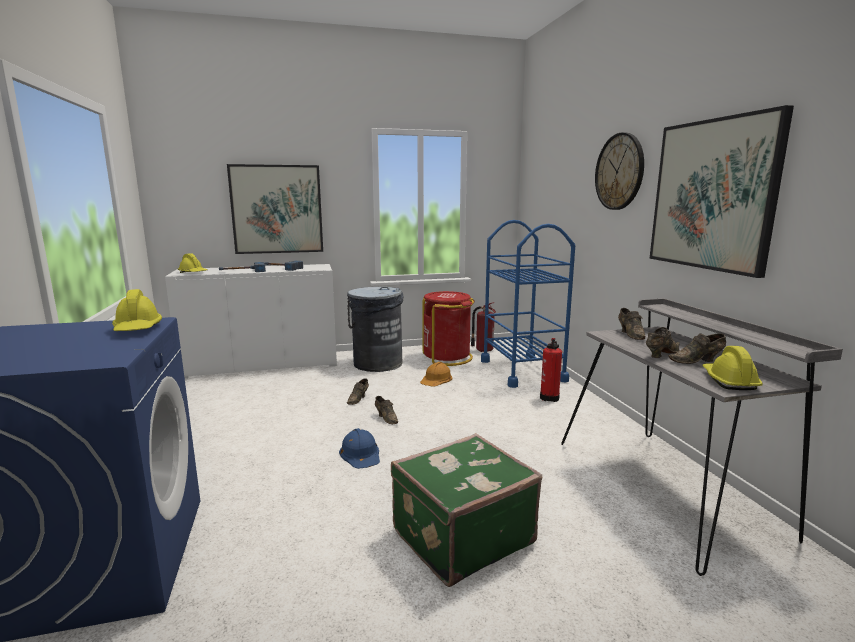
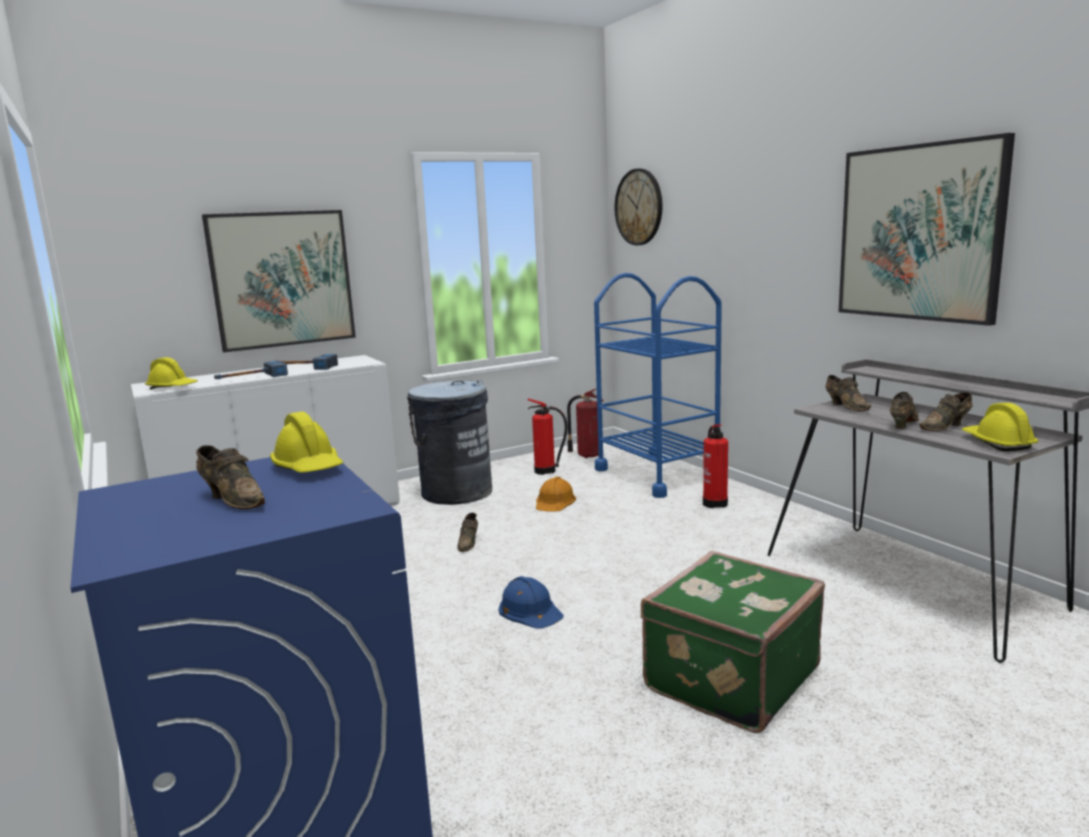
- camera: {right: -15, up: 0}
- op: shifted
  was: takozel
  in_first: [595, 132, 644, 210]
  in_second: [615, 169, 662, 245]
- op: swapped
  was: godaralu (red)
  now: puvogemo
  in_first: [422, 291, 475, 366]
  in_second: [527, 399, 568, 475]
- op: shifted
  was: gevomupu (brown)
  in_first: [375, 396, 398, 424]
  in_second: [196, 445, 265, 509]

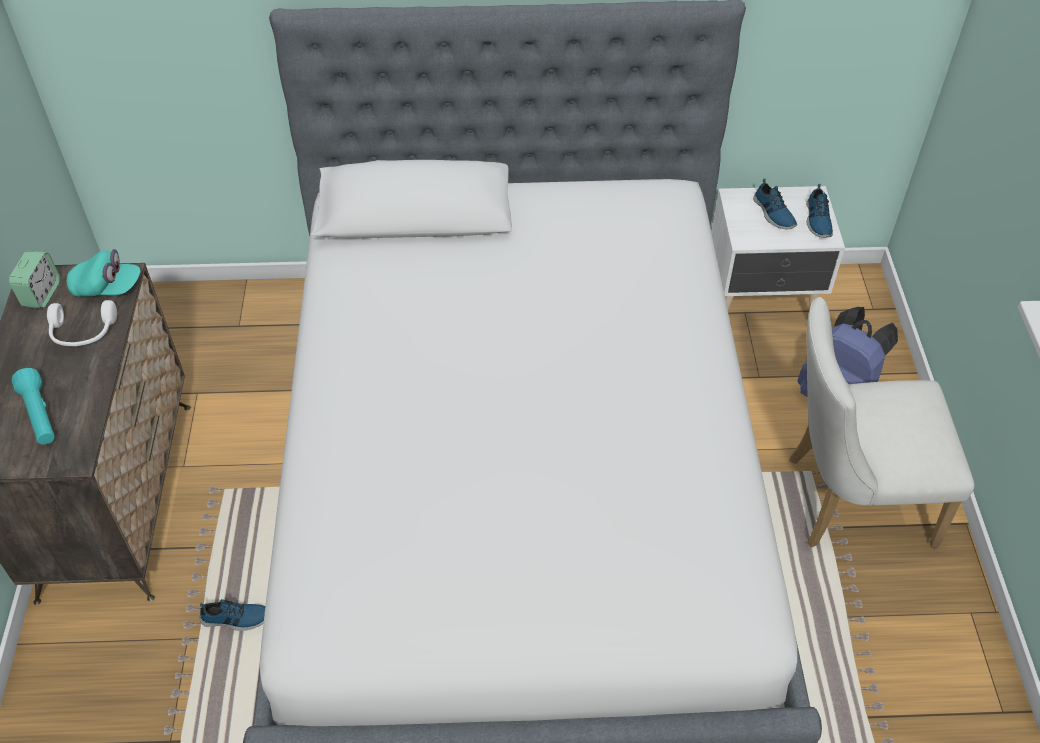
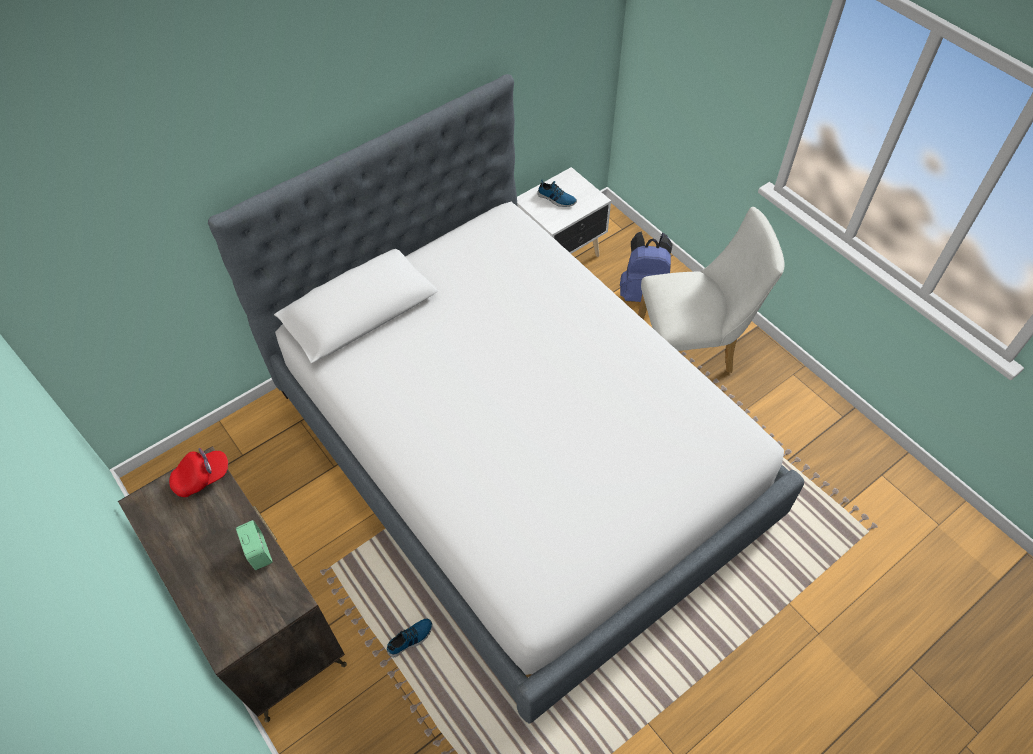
- camera: {right: -35, up: 5}
- op: gone
  was: gevomupu
  in_first: [806, 184, 833, 238]
- op: repainted
  was: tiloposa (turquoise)
  now: tiloposa (red)
  in_first: [67, 249, 140, 297]
  in_second: [169, 448, 228, 497]
- op: shifted
  was: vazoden
  in_first: [9, 251, 60, 308]
  in_second: [236, 520, 273, 570]
- op: rotated
  was: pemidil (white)
  in_first: [789, 297, 975, 548]
  in_second: [638, 207, 784, 373]
  clockwise: -150
- op: gone
  was: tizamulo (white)
  in_first: [47, 300, 117, 347]
- op: gone
  was: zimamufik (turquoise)
  in_first: [11, 368, 55, 445]

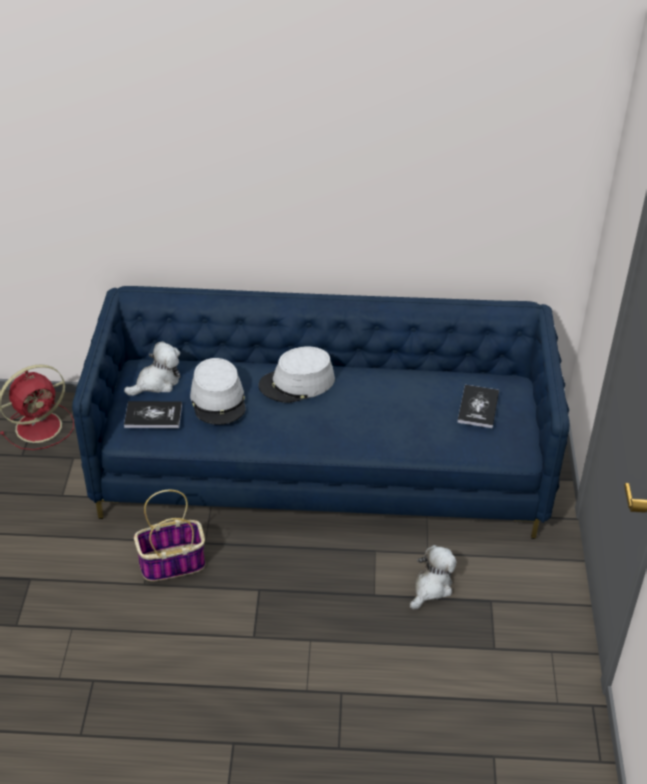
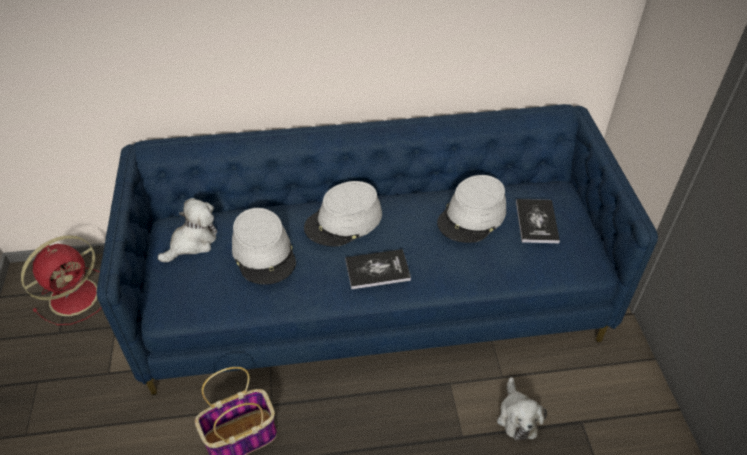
- camera: {right: -10, up: 5}
- op: shifted
  was: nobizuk
  in_first: [124, 401, 182, 428]
  in_second: [345, 249, 411, 289]
- op: rotated
  was: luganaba
  in_first: [410, 545, 457, 609]
  in_second: [497, 377, 547, 441]
  clockwise: 150
- op: new
  now: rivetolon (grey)
  in_second: [437, 175, 506, 243]

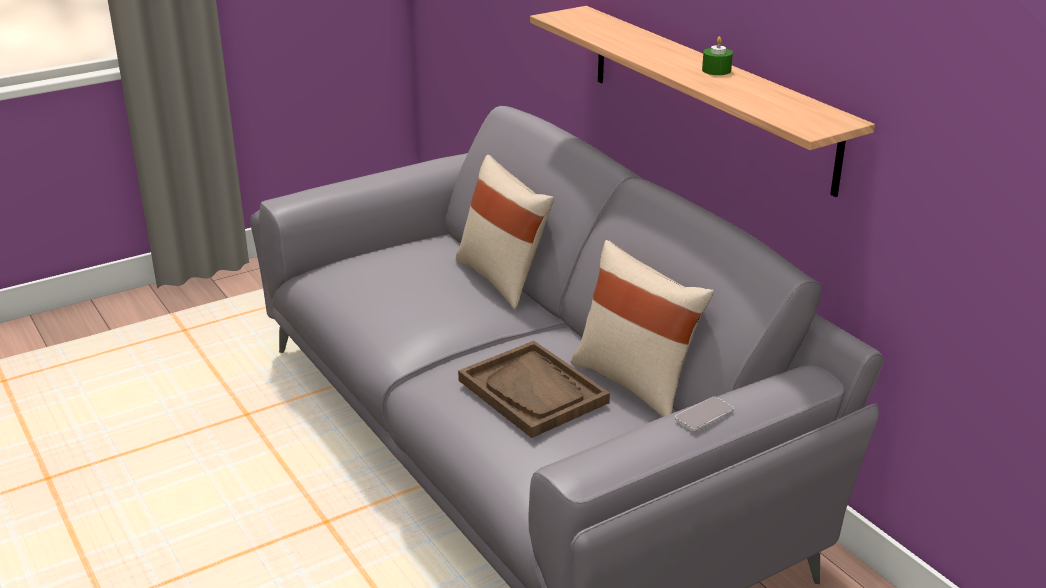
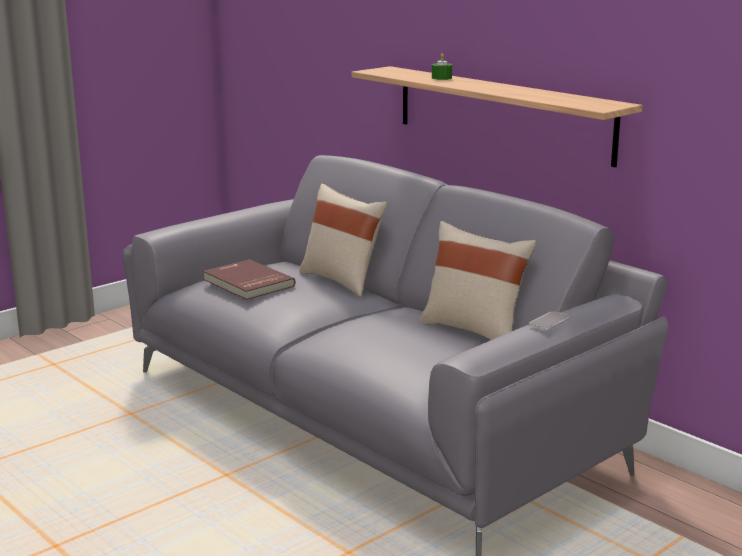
- camera: {right: -10, up: -10}
- op: shifted
  was: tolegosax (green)
  in_first: [702, 37, 733, 75]
  in_second: [432, 53, 452, 80]
- op: gone
  was: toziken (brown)
  in_first: [458, 341, 610, 438]
- op: new
  now: nobizuk (red)
  in_second: [203, 260, 295, 300]

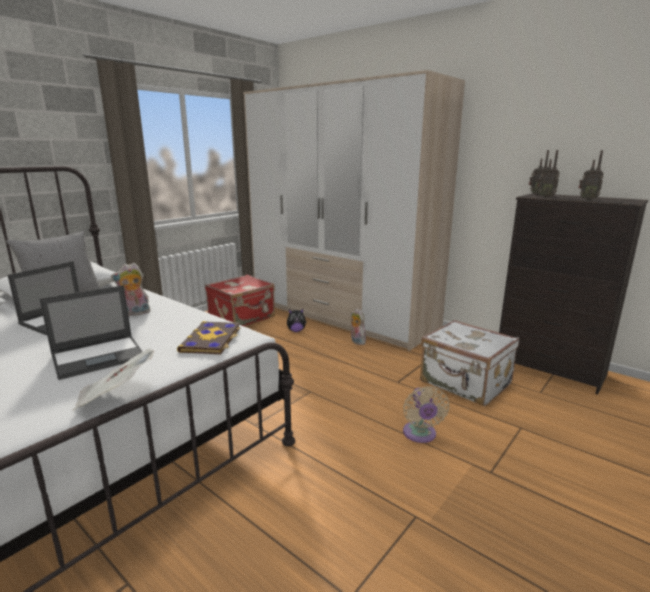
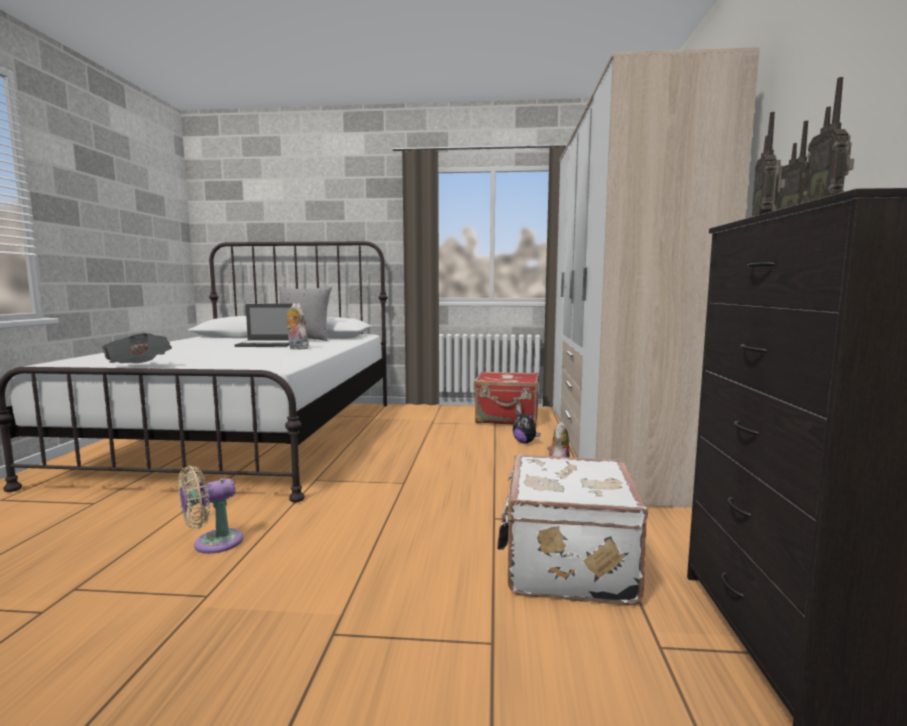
- camera: {right: 55, up: -10}
- op: gone
  was: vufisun
  in_first: [39, 285, 143, 380]
- op: gone
  was: nobizuk
  in_first: [177, 321, 240, 354]
- op: shifted
  was: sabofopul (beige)
  in_first: [403, 386, 449, 443]
  in_second: [178, 466, 243, 554]

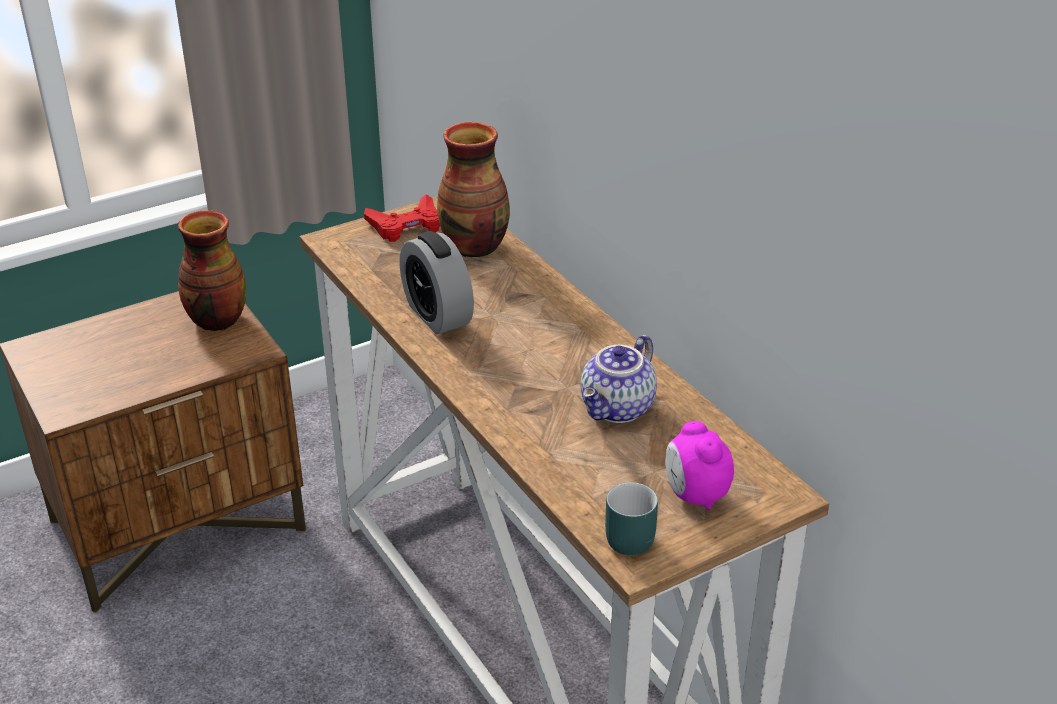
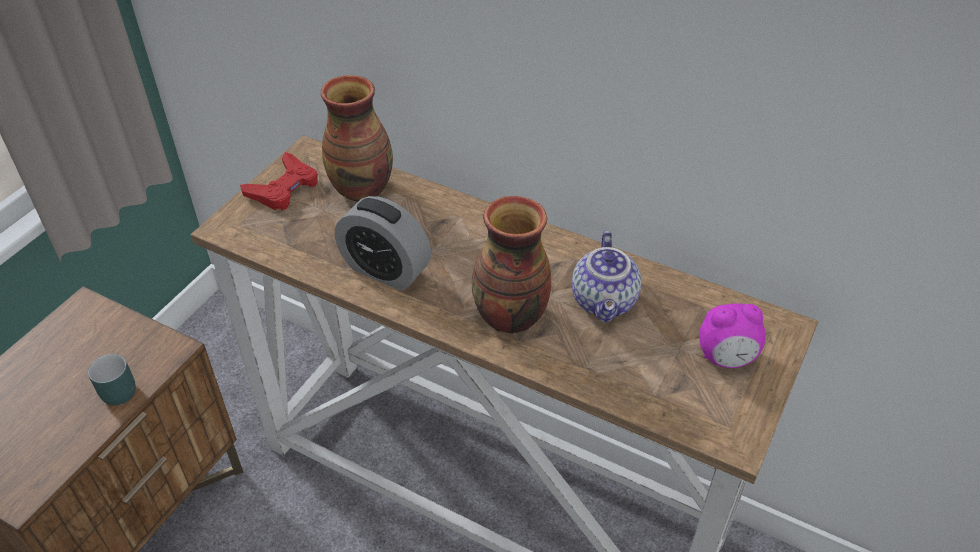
- camera: {right: -30, up: 10}
- op: shifted
  was: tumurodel
  in_first: [178, 210, 246, 331]
  in_second: [472, 196, 551, 334]
- op: rotated
  was: vazoden
  in_first: [665, 421, 734, 511]
  in_second: [699, 303, 766, 368]
  clockwise: -45
- op: shifted
  was: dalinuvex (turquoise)
  in_first: [605, 482, 658, 555]
  in_second: [88, 354, 136, 405]

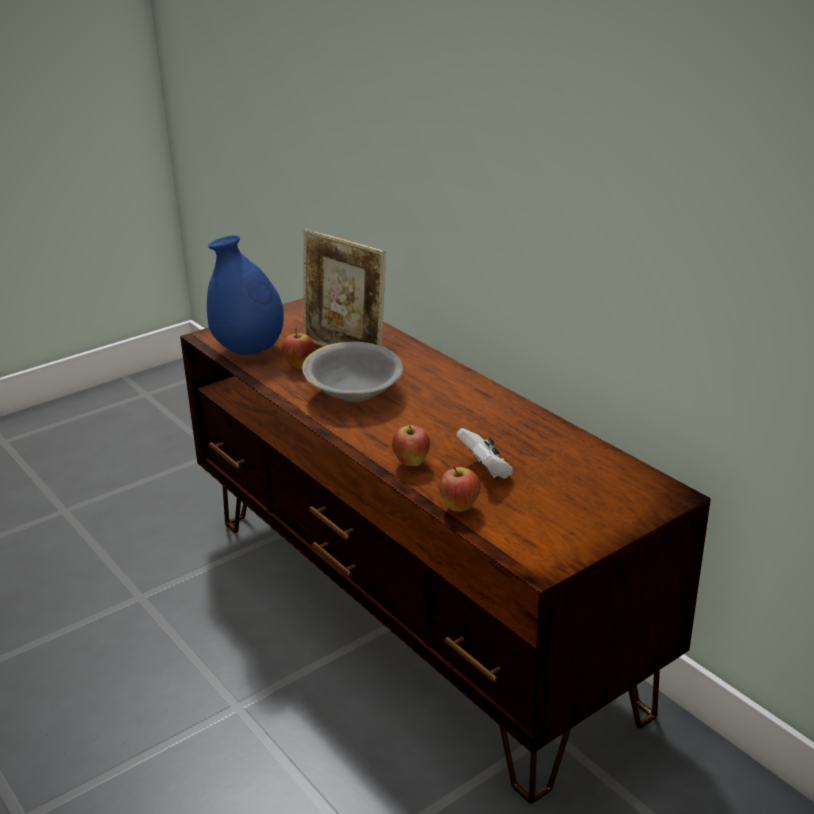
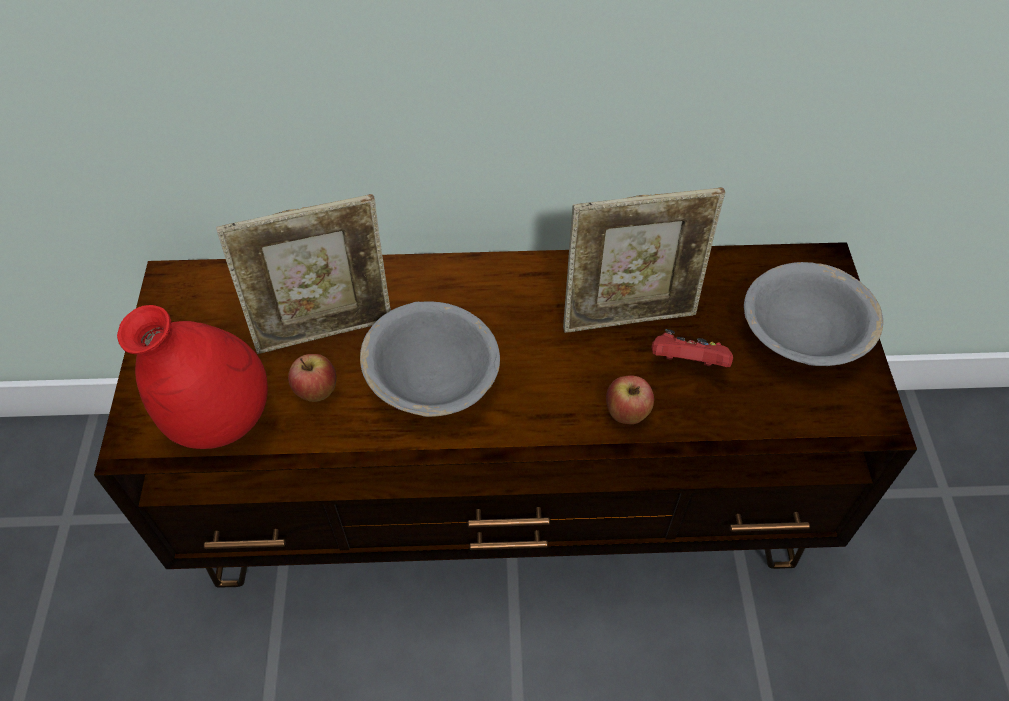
- camera: {right: -55, up: 25}
- op: repainted
  was: tumurodel (blue)
  now: tumurodel (red)
  in_first: [207, 235, 284, 355]
  in_second: [117, 305, 268, 449]
- op: repainted
  was: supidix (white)
  now: supidix (red)
  in_first: [456, 428, 513, 479]
  in_second: [652, 329, 733, 367]
- op: gone
  was: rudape
  in_first: [439, 466, 481, 512]
- op: new
  now: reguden
  in_second: [563, 188, 725, 333]
- op: new
  now: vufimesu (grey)
  in_second: [744, 262, 883, 366]

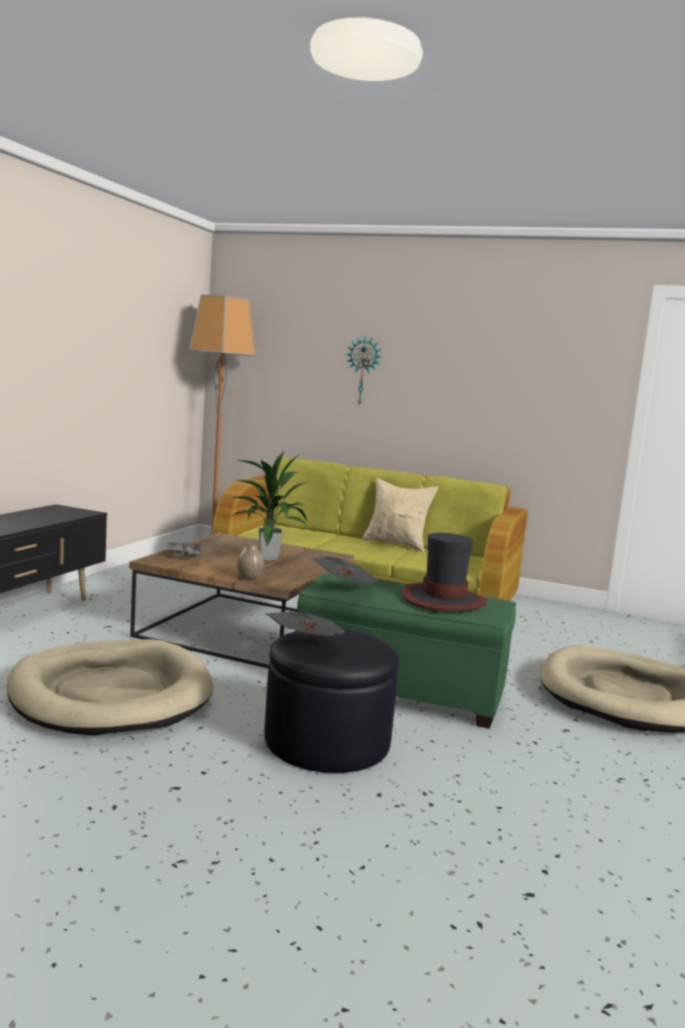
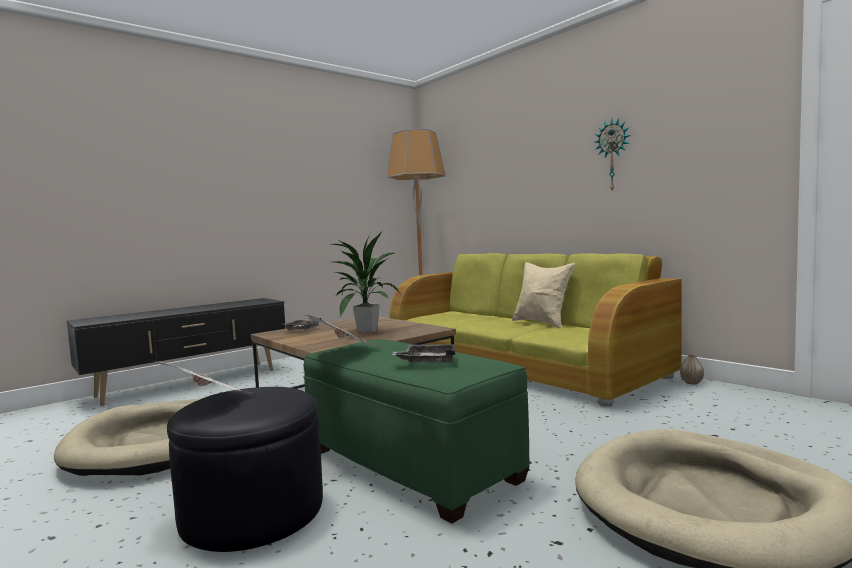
- camera: {right: 30, up: -5}
- op: shifted
  was: takozel
  in_first: [346, 336, 381, 406]
  in_second: [595, 118, 631, 191]
- op: swapped
  was: rivetolon
  now: toziken (grey)
  in_first: [402, 533, 487, 612]
  in_second: [392, 344, 455, 363]
- op: shifted
  was: tumurodel
  in_first: [237, 543, 264, 580]
  in_second: [680, 354, 704, 385]

